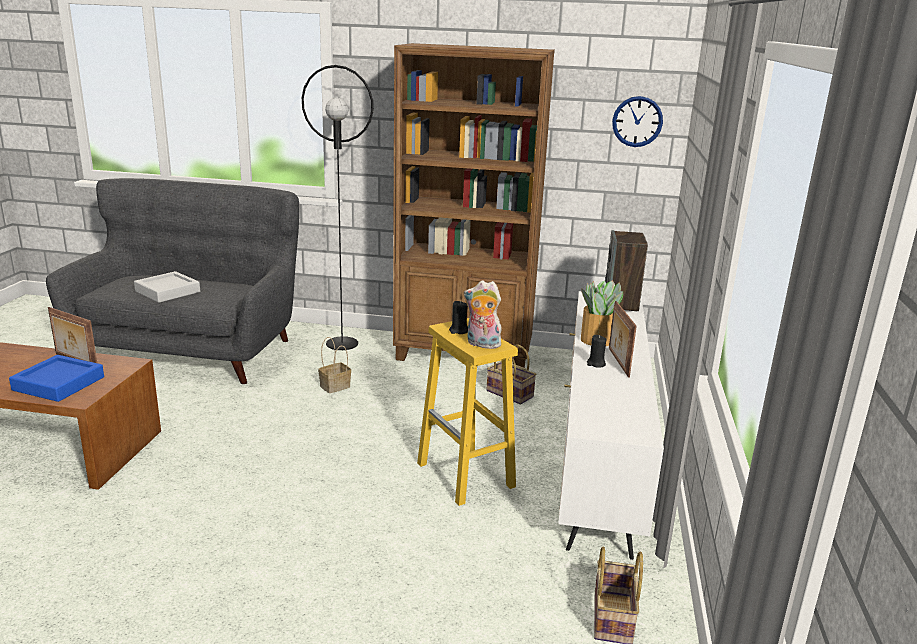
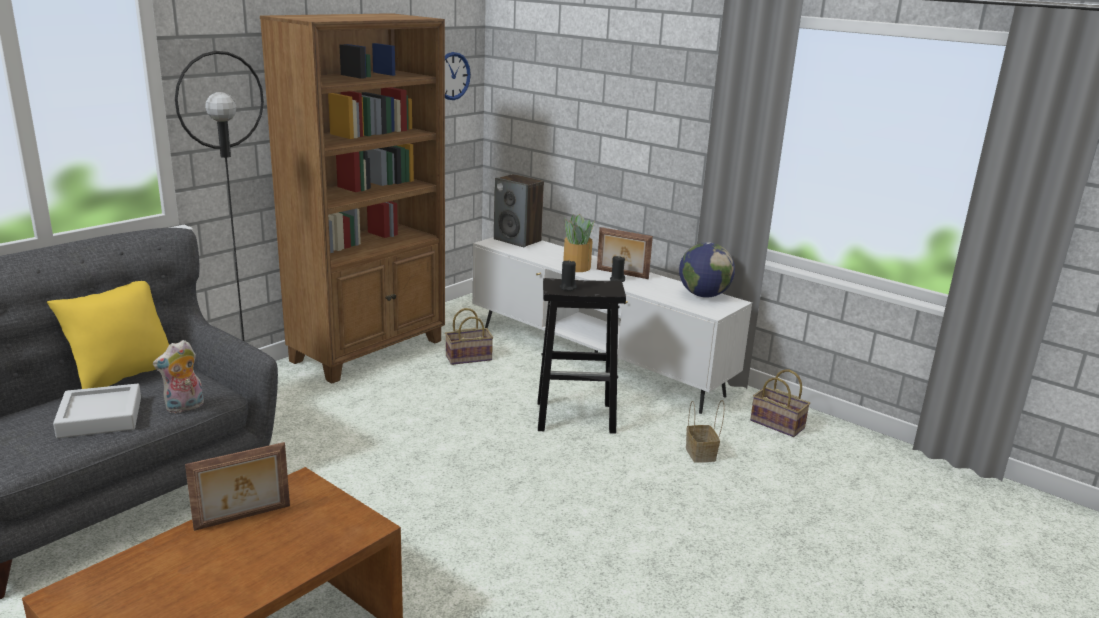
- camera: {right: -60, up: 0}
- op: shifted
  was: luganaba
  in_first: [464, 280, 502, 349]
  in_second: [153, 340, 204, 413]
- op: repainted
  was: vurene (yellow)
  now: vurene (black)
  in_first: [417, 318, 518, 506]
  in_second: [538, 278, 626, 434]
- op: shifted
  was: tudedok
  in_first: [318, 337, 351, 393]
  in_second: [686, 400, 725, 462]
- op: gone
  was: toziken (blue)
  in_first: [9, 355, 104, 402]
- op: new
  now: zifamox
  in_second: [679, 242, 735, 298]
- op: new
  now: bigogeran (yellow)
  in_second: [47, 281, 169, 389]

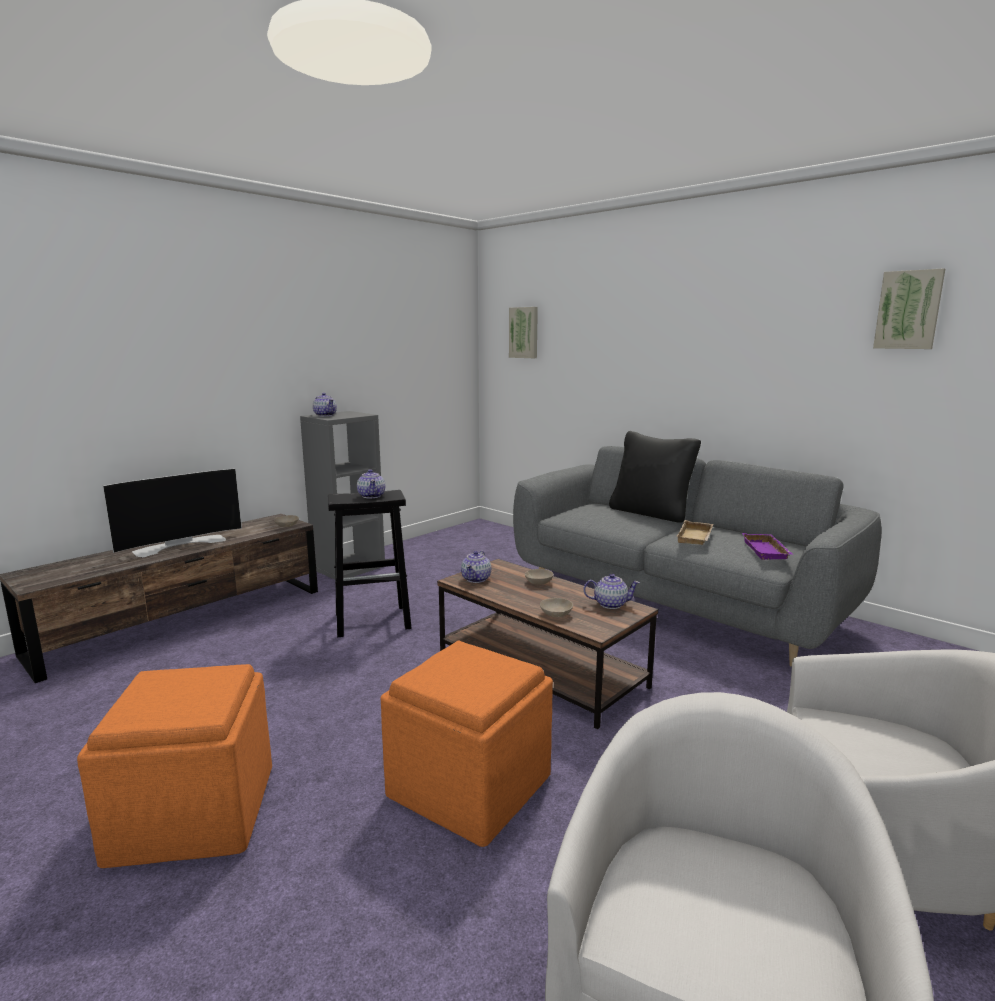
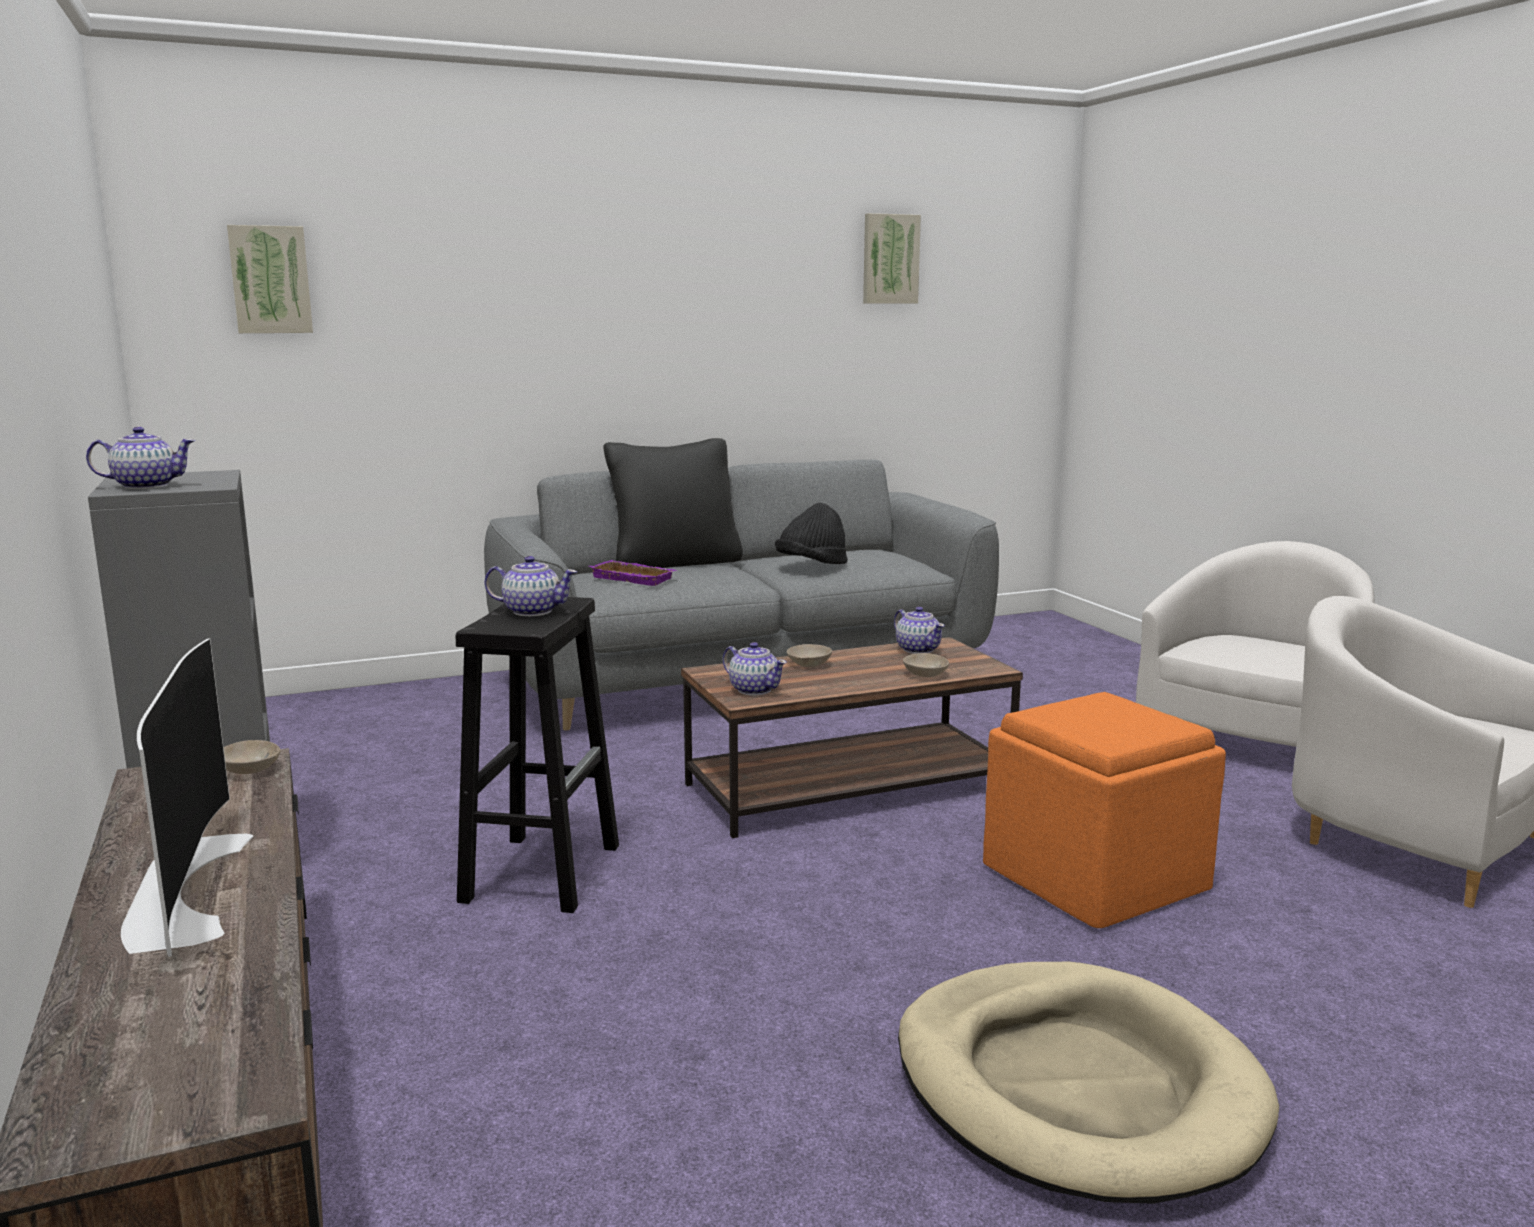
- camera: {right: -65, up: 0}
- op: swapped
  was: toziken (beige)
  now: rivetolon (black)
  in_first: [677, 520, 713, 545]
  in_second: [775, 503, 848, 564]
- op: shifted
  was: toziken (purple)
  in_first: [742, 533, 794, 560]
  in_second: [590, 560, 676, 586]
- op: rotated
  was: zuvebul
  in_first: [584, 574, 640, 609]
  in_second: [894, 607, 945, 654]
  clockwise: 120
- op: swapped
  was: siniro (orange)
  now: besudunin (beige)
  in_first: [77, 664, 272, 868]
  in_second: [898, 962, 1279, 1204]

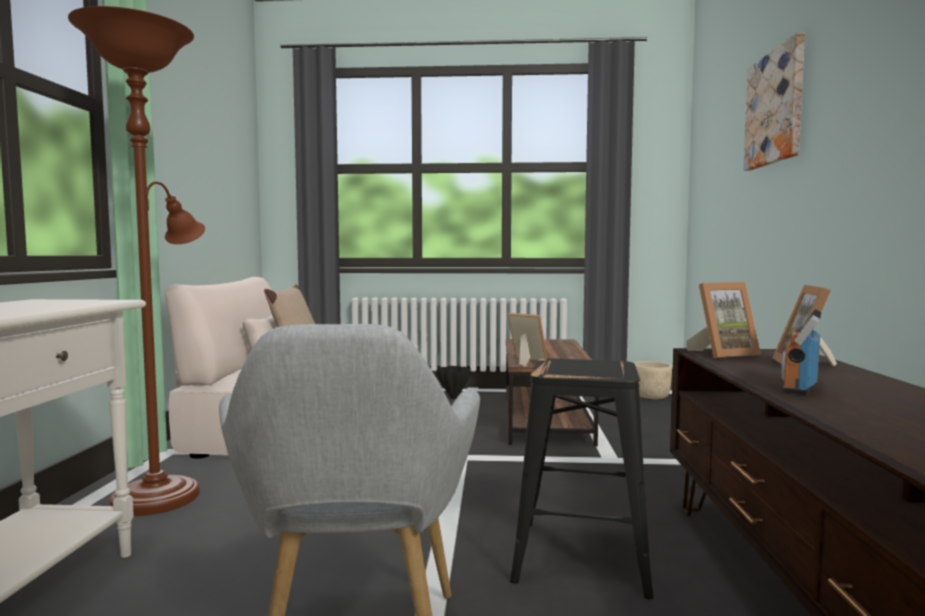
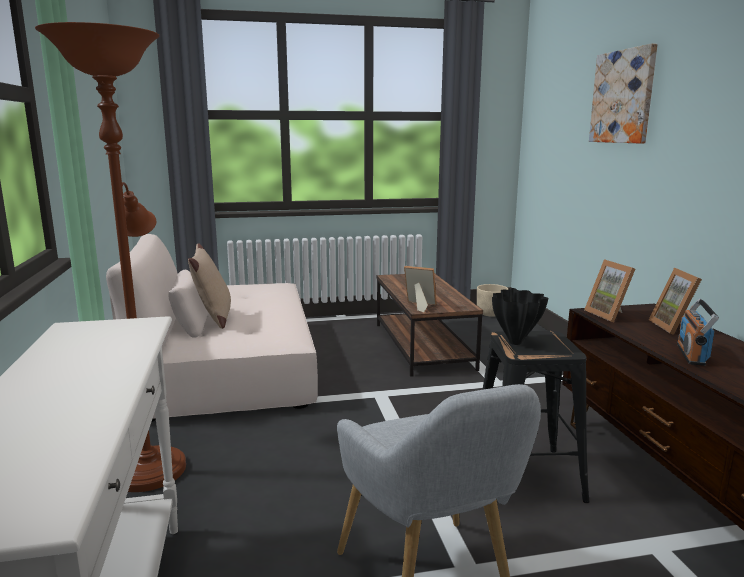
- camera: {right: -15, up: 10}
- op: rotated
  was: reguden
  in_first: [686, 282, 761, 358]
  in_second: [584, 259, 635, 322]
  clockwise: 105
- op: shifted
  was: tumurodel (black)
  in_first: [437, 366, 471, 399]
  in_second: [492, 288, 548, 345]

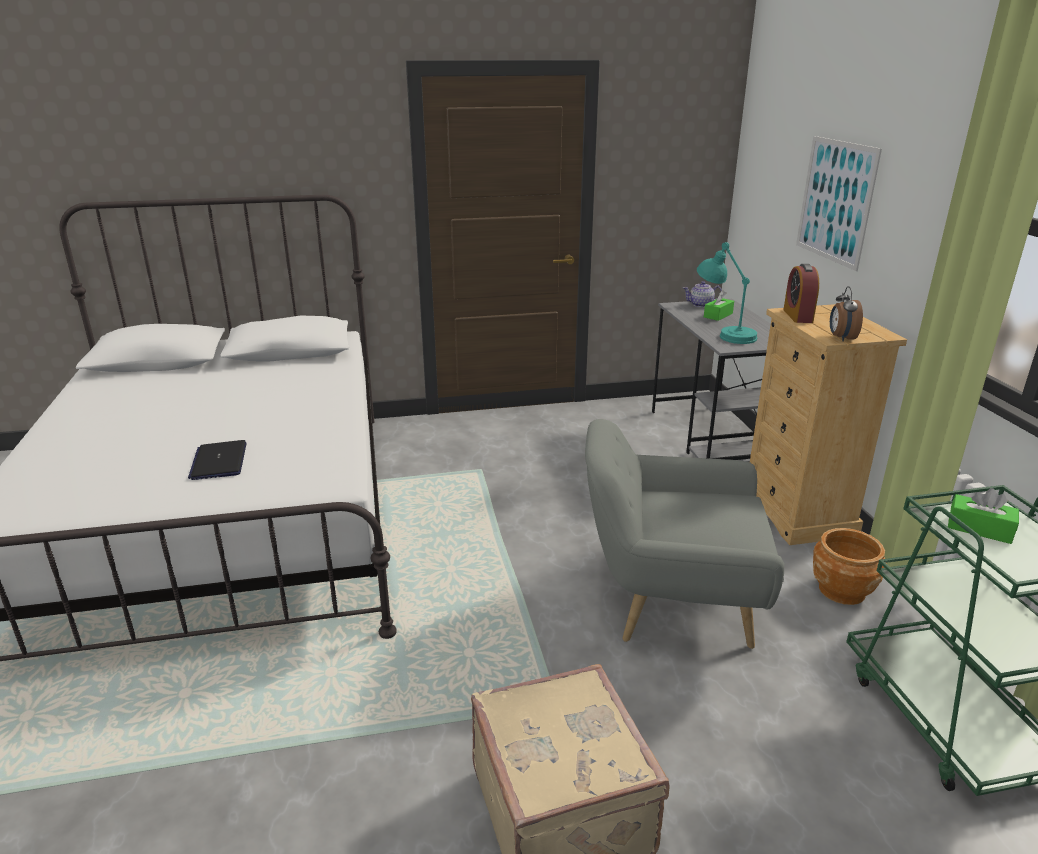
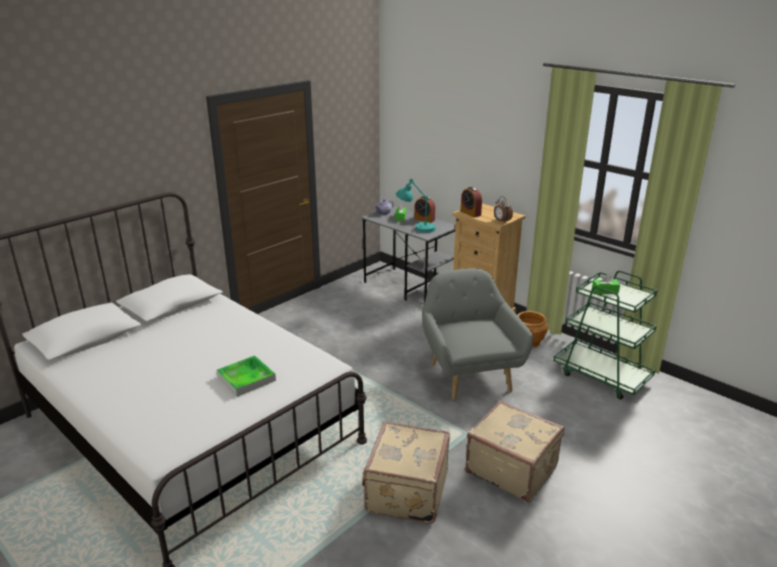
- camera: {right: -35, up: 0}
- op: gone
  was: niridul
  in_first: [796, 136, 882, 271]
- op: rotated
  was: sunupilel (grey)
  in_first: [585, 419, 784, 649]
  in_second: [422, 268, 534, 400]
  clockwise: 105
- op: swapped
  was: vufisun
  now: toziken
  in_first: [188, 440, 246, 480]
  in_second: [217, 355, 276, 397]
- op: new
  now: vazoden
  in_second: [414, 196, 435, 223]
- op: new
  now: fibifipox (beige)
  in_second: [362, 421, 450, 524]

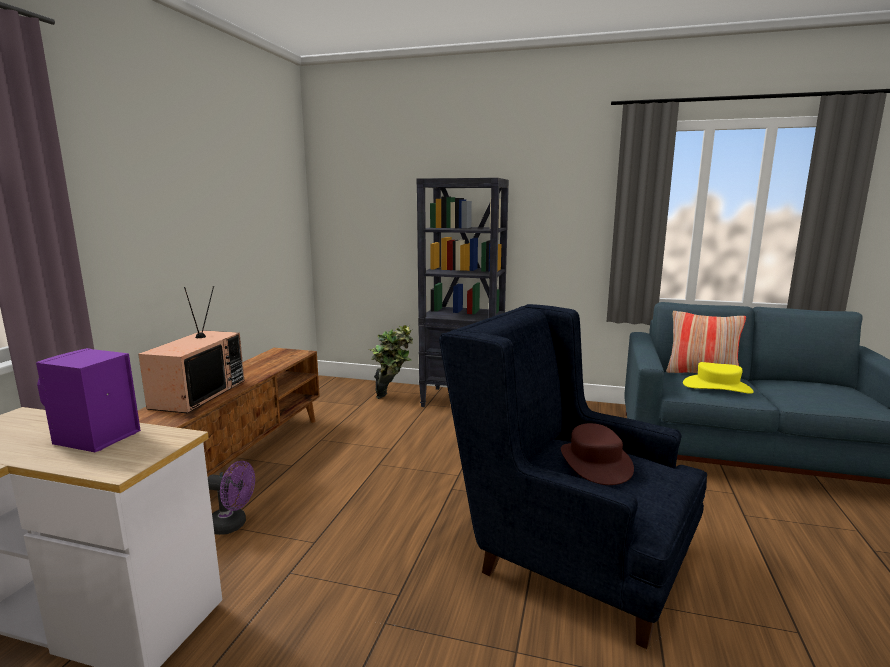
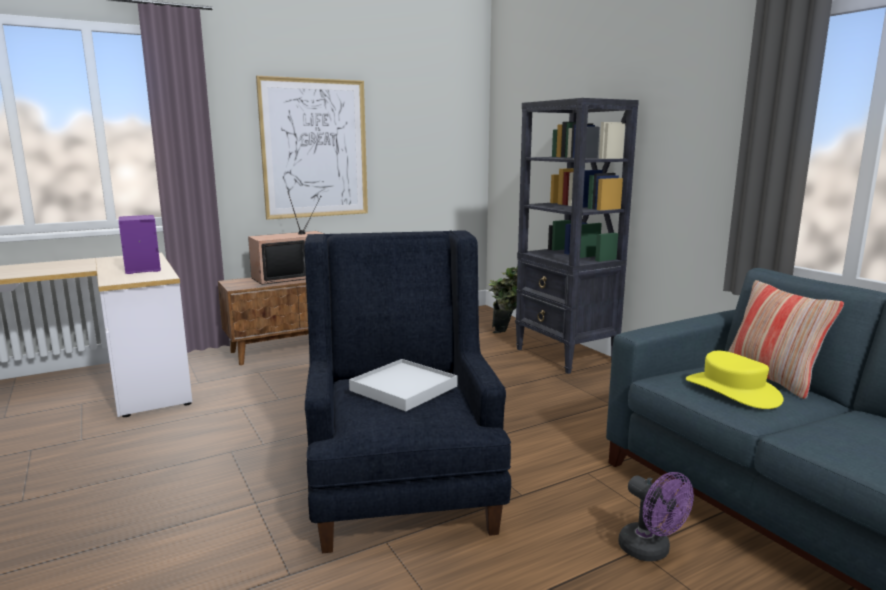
- camera: {right: 45, up: 0}
- op: swapped
  was: rivetolon (brown)
  now: toziken (white)
  in_first: [561, 423, 634, 485]
  in_second: [349, 359, 457, 411]
- op: shifted
  was: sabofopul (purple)
  in_first: [208, 461, 255, 535]
  in_second: [618, 472, 694, 561]
- op: new
  now: niridul
  in_second: [256, 76, 368, 220]

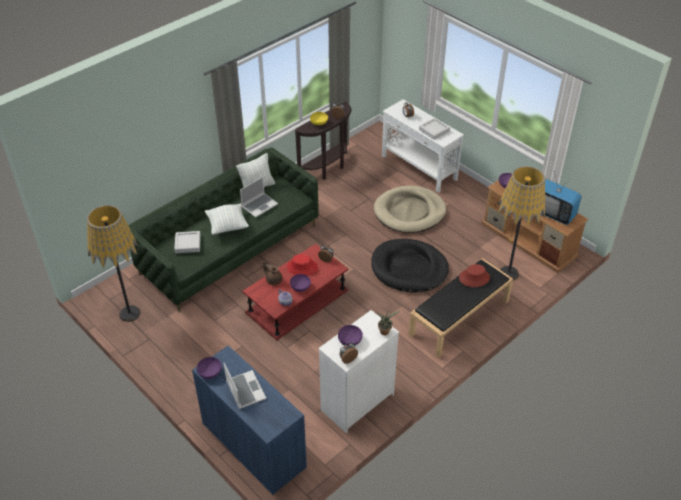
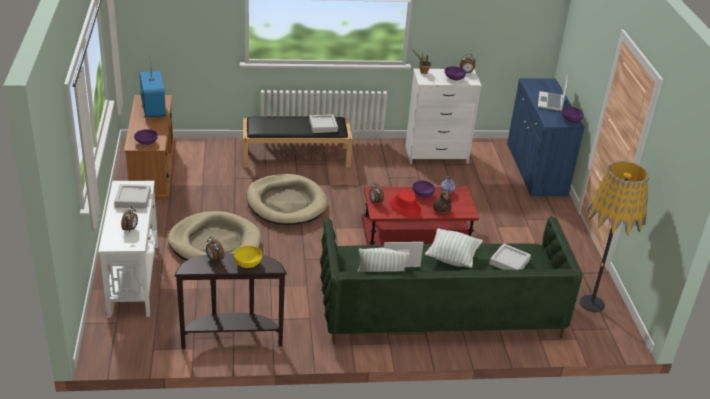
- camera: {right: -145, up: -10}
- op: gone
  was: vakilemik
  in_first: [499, 166, 545, 281]
- op: repainted
  was: besudunin (black)
  now: besudunin (beige)
  in_first: [371, 239, 449, 293]
  in_second: [247, 174, 328, 225]
- op: gone
  was: rivetolon (red)
  in_first: [459, 264, 490, 287]
- op: new
  now: toziken (grey)
  in_second: [309, 114, 338, 133]

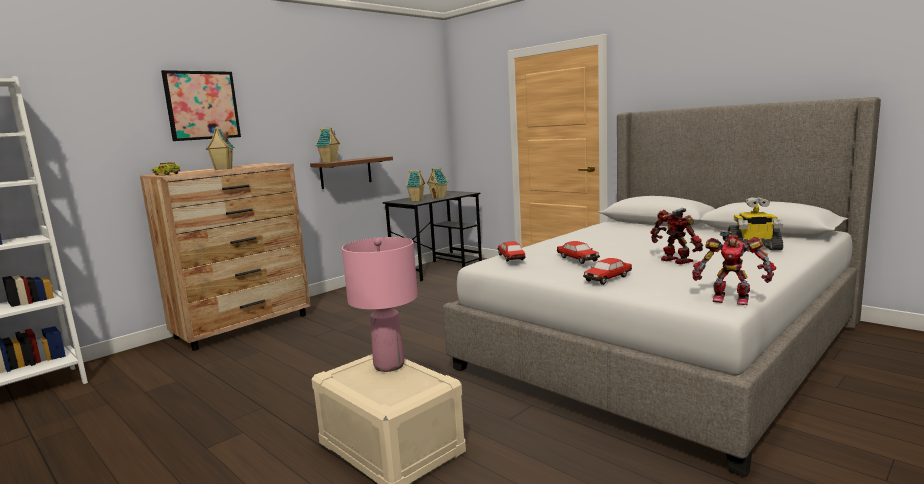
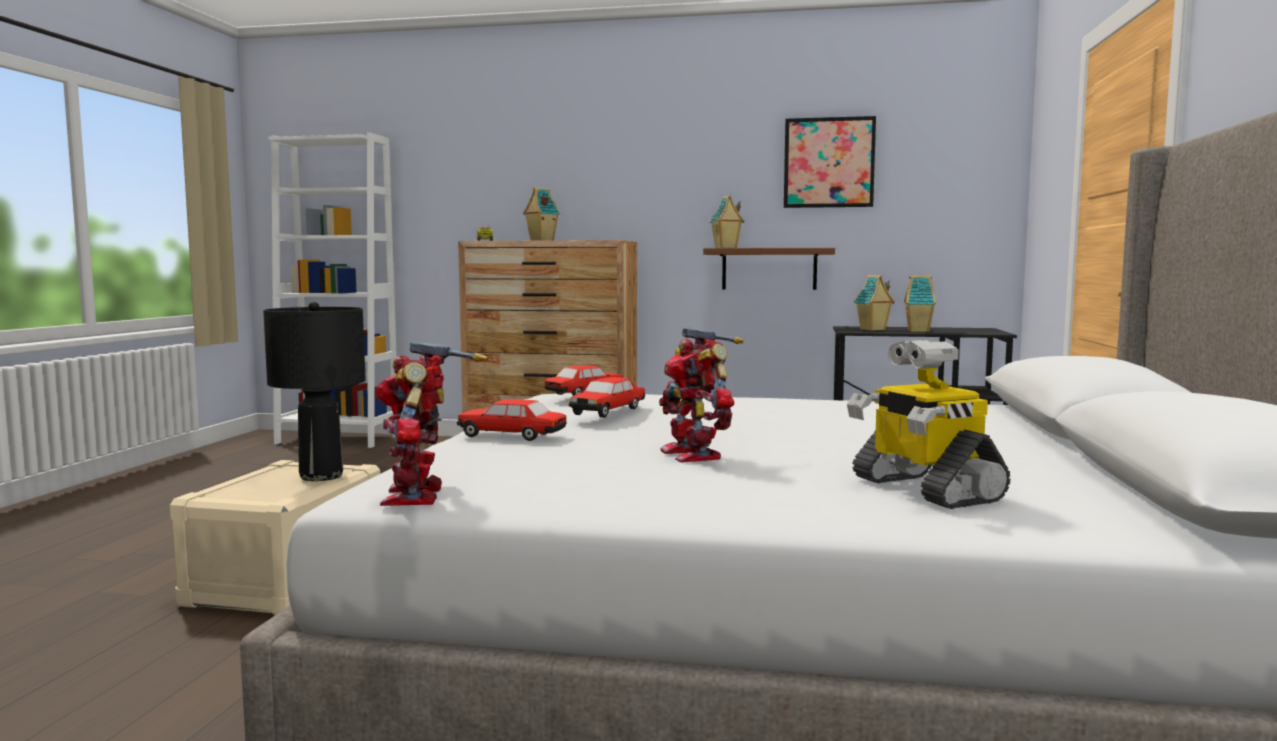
- camera: {right: 55, up: -5}
- op: shifted
  was: niridul
  in_first: [161, 70, 241, 141]
  in_second: [784, 116, 876, 208]
- op: rotated
  was: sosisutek
  in_first: [650, 208, 703, 264]
  in_second: [659, 328, 744, 462]
  clockwise: 135
- op: repainted
  was: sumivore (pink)
  now: sumivore (black)
  in_first: [342, 237, 418, 372]
  in_second: [263, 302, 366, 481]

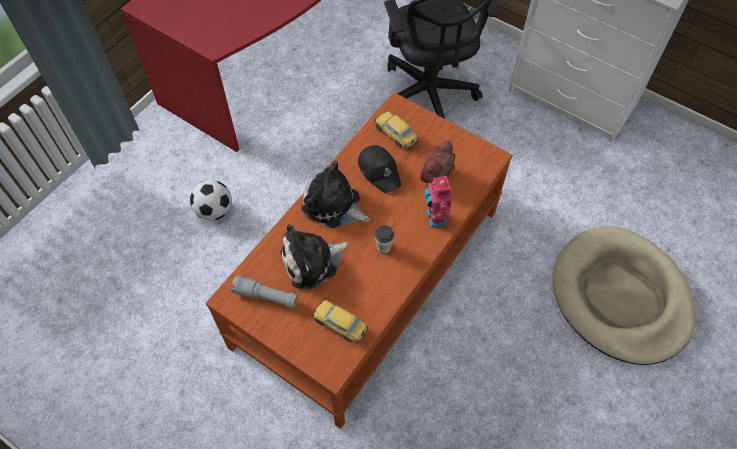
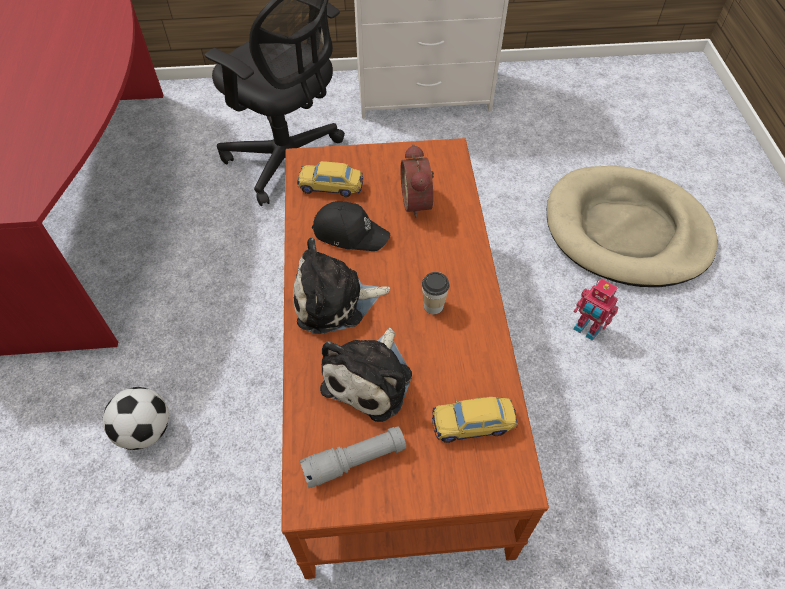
- camera: {right: -40, up: -5}
- op: shifted
  was: sosisutek
  in_first: [424, 174, 452, 228]
  in_second: [573, 278, 618, 341]

